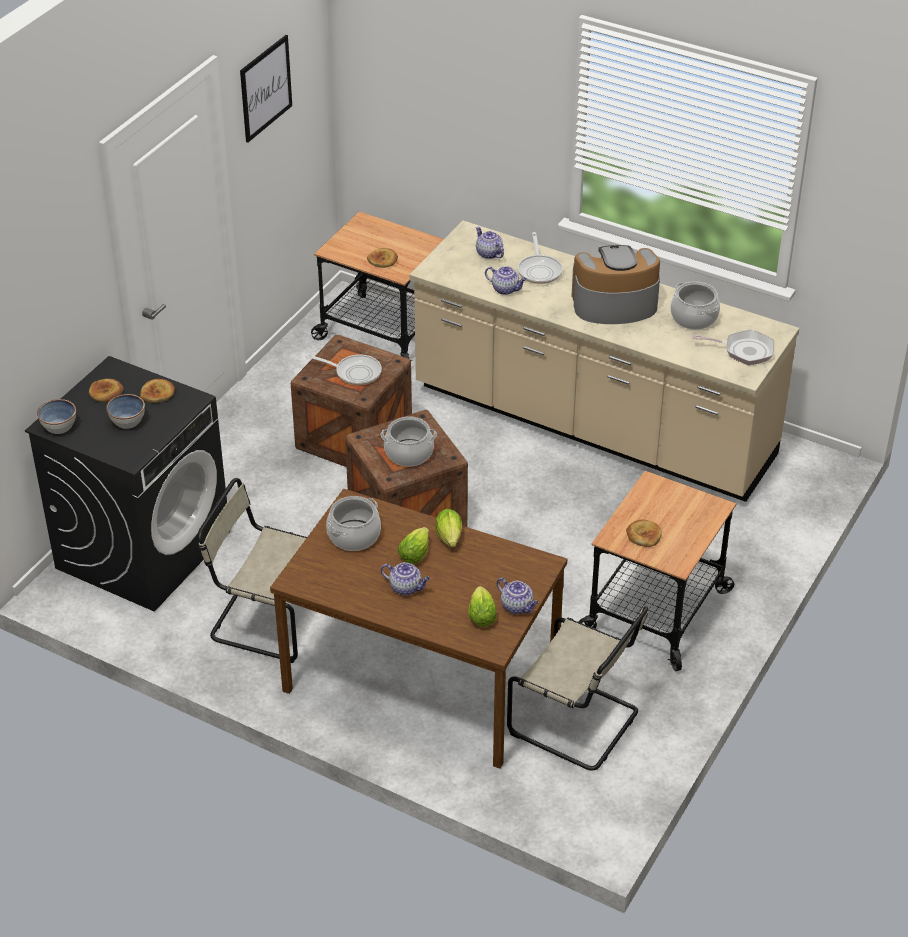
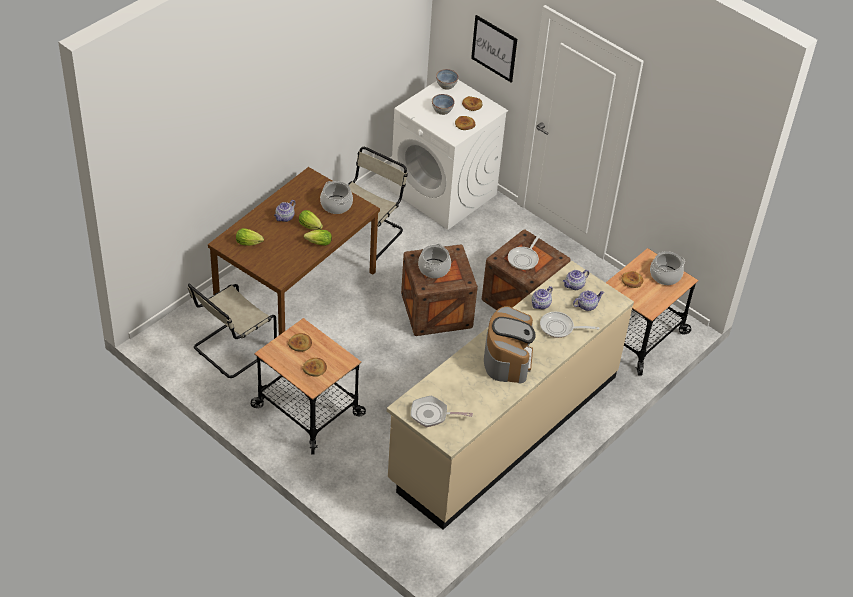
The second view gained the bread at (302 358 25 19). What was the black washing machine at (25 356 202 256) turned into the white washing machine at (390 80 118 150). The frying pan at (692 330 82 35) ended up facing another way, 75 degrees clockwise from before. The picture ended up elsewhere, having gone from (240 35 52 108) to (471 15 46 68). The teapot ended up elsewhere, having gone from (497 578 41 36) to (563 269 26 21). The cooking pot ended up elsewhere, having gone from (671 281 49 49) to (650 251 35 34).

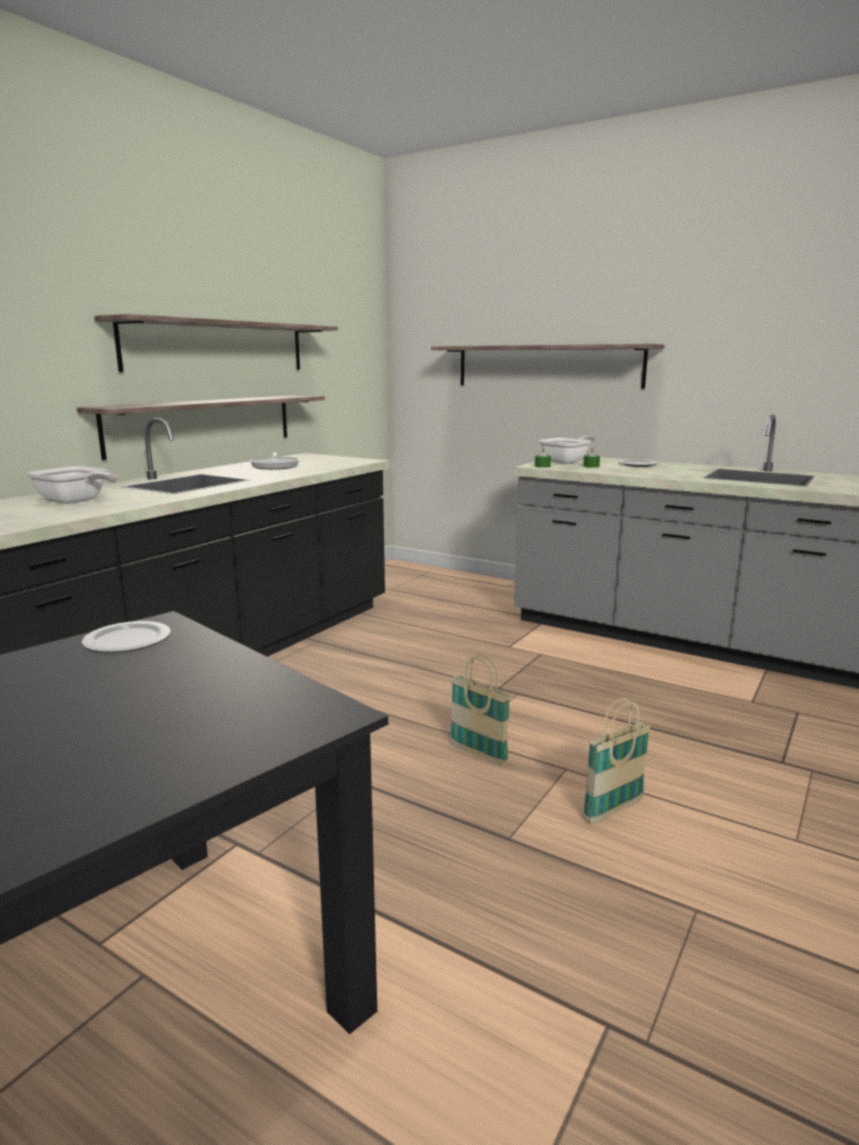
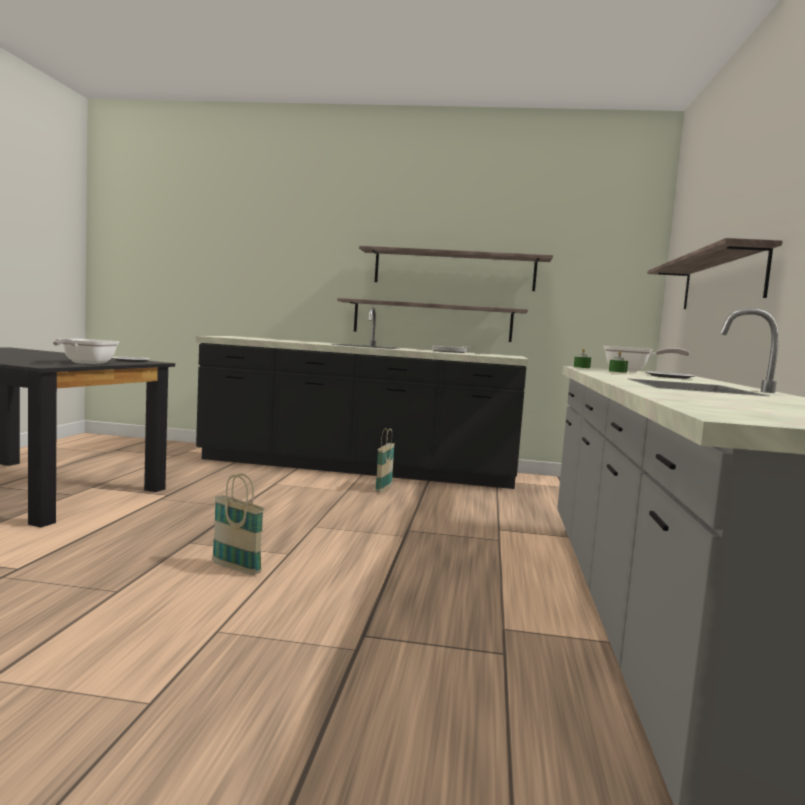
The frying pan ended up elsewhere, having gone from (27 466 90 38) to (52 338 67 26). The basket ended up elsewhere, having gone from (450 655 61 110) to (375 428 20 64).

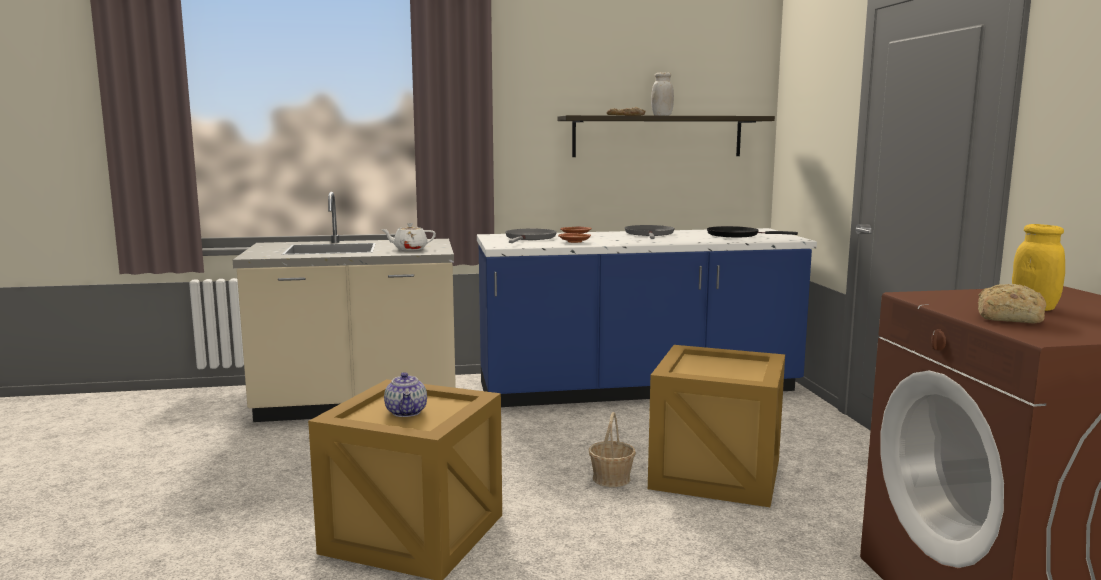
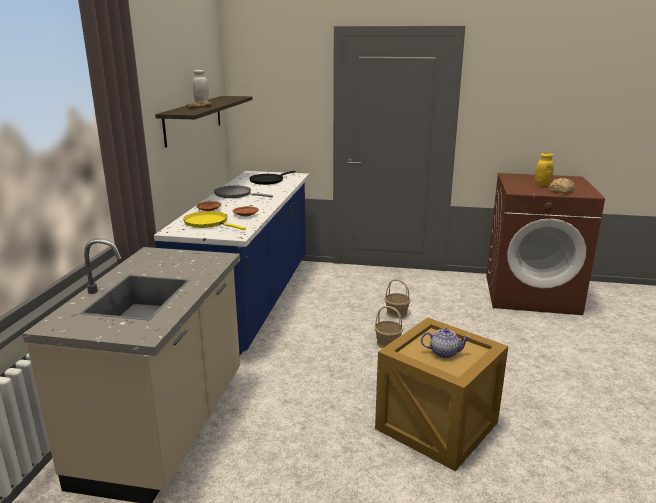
What was the grey frying pan at (505 229 52 14) turned into the yellow frying pan at (183 211 63 19). Where the crate stood at (648 345 137 162), the basket came to stand at (385 279 26 40). The second view lost the white teapot at (381 223 55 27).

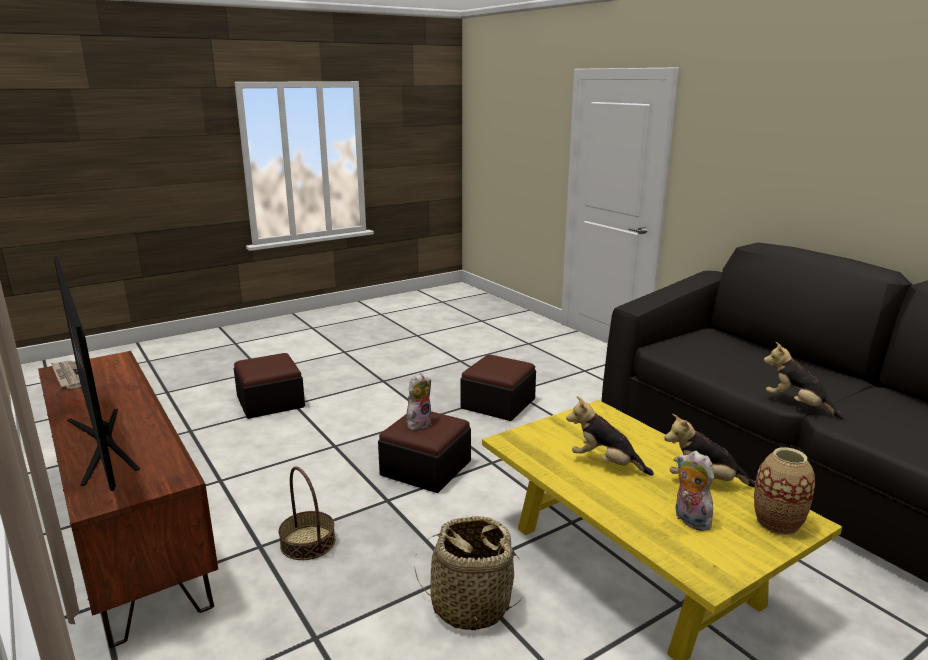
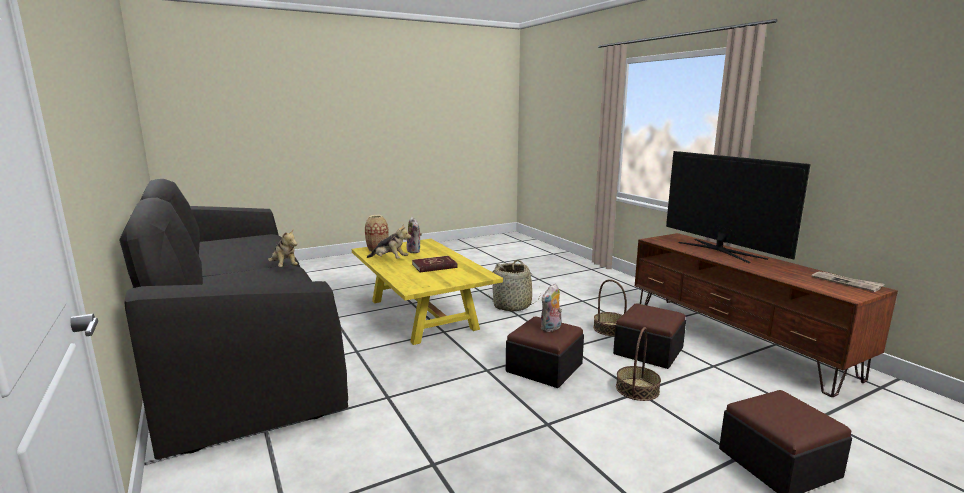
Where the plush toy stood at (566 396 88 80), the red book came to stand at (412 256 45 16). The ottoman ended up elsewhere, having gone from (460 354 76 67) to (613 303 73 66). The second view gained the basket at (616 327 45 74).

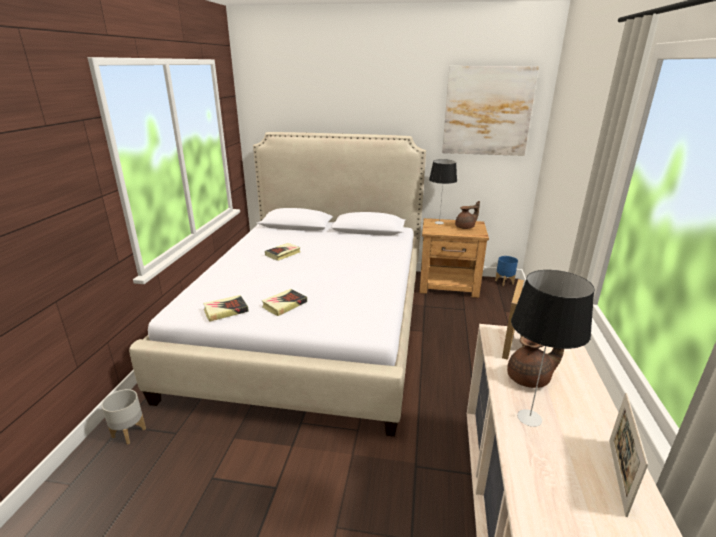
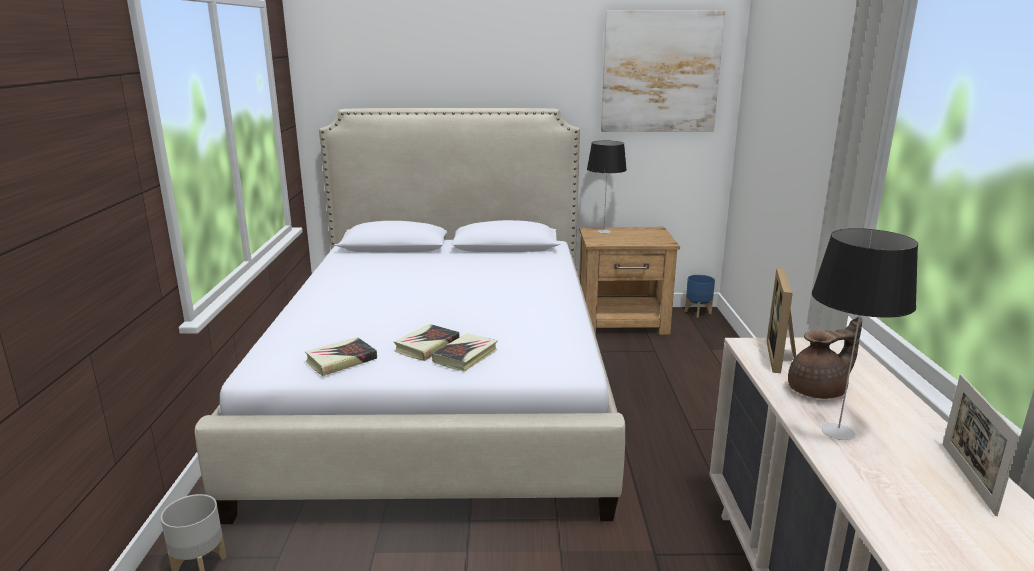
The book ended up elsewhere, having gone from (265 243 36 18) to (432 333 66 39). The second view lost the brown teapot at (455 201 25 28).

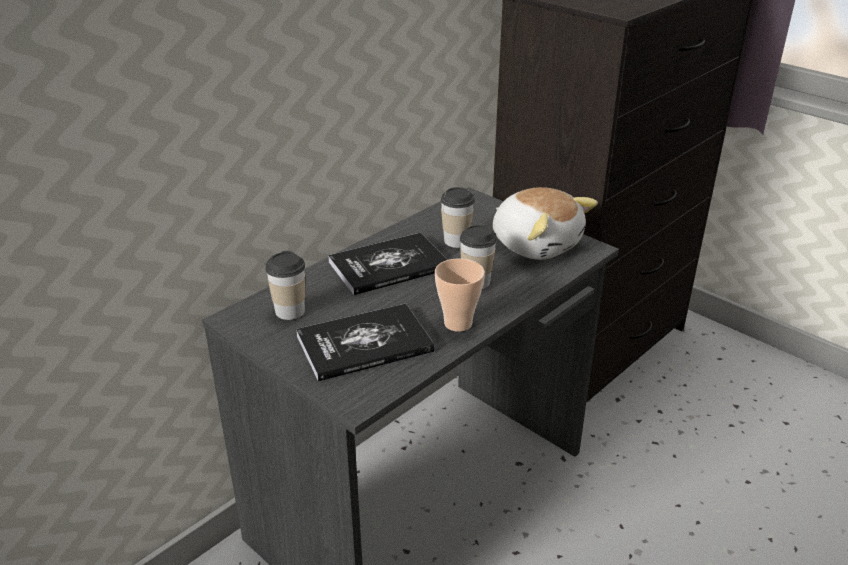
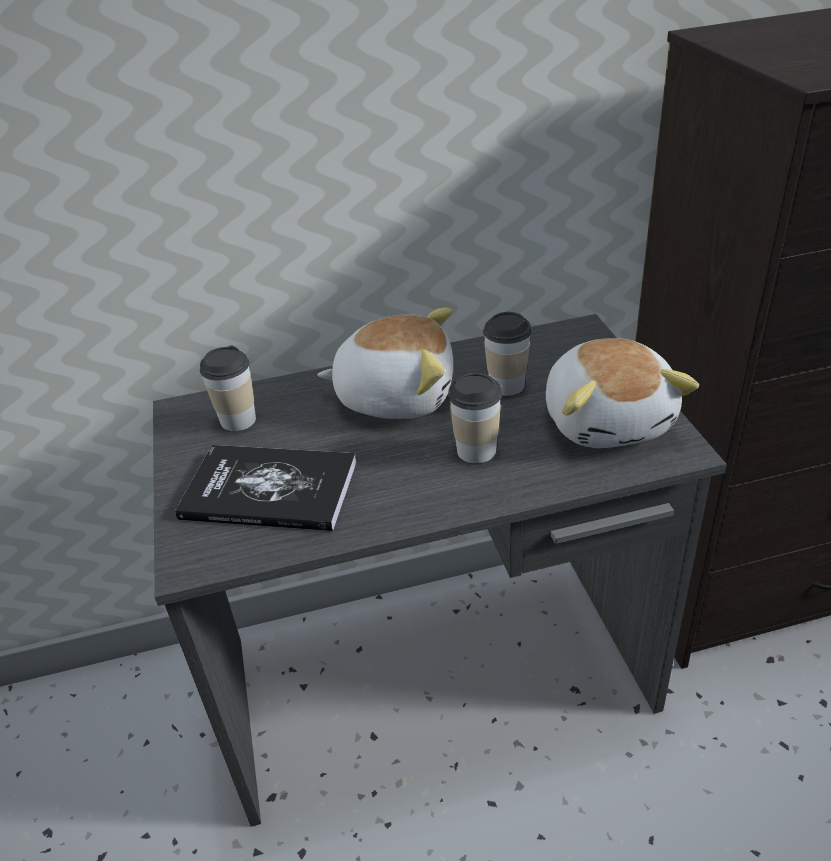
Where the book stood at (328 233 120 62), the plush toy came to stand at (317 308 136 111). The second view lost the cup at (435 258 50 74).

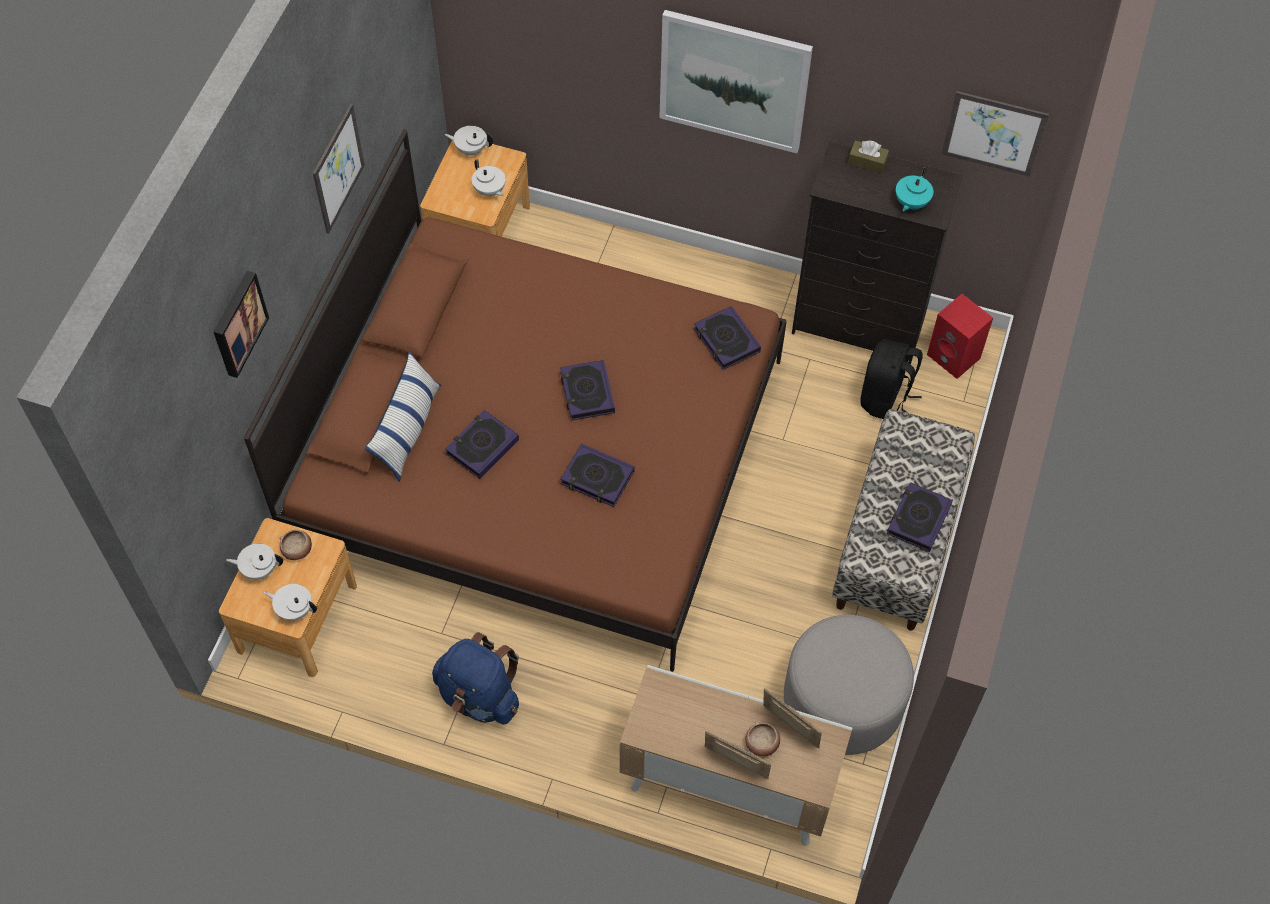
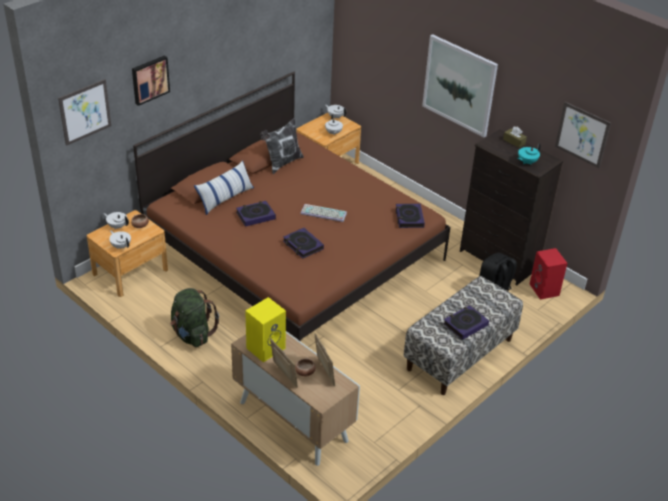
The picture ended up elsewhere, having gone from (313 104 52 130) to (58 79 53 67). What was the blue backpack at (432 632 87 92) turned into the green backpack at (170 288 49 59). The second view gained the yellow speaker at (245 297 41 65). The second view gained the pillow at (260 118 44 56). Where the book stood at (560 360 55 61), the keyboard came to stand at (301 204 46 18). The second view lost the grey ottoman at (784 615 130 140).

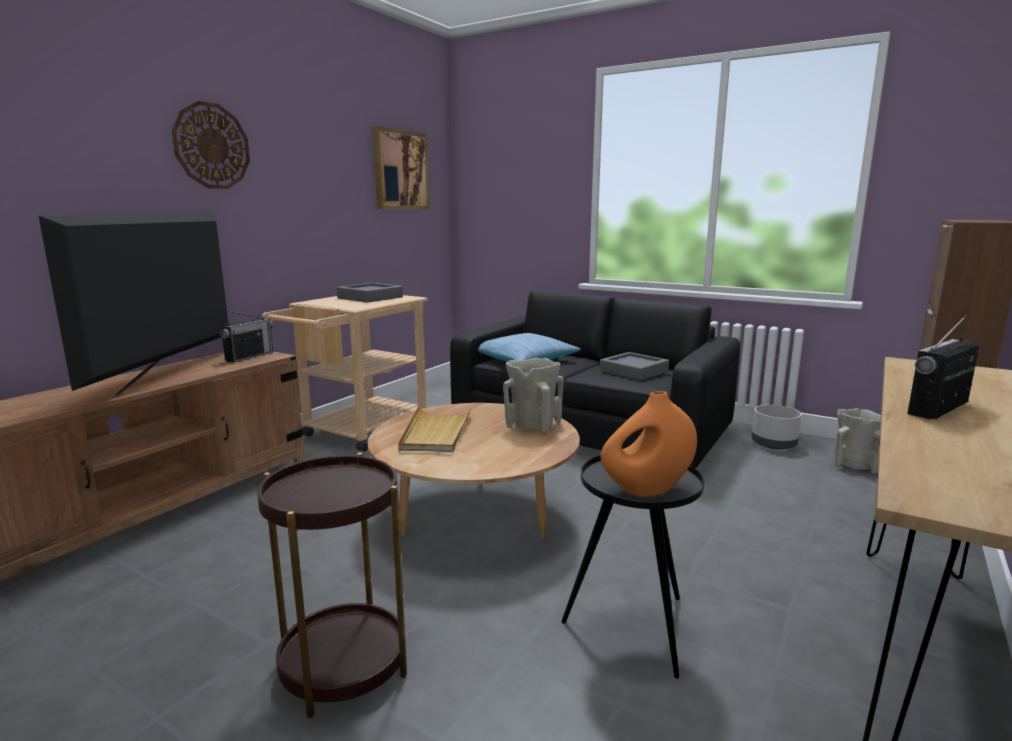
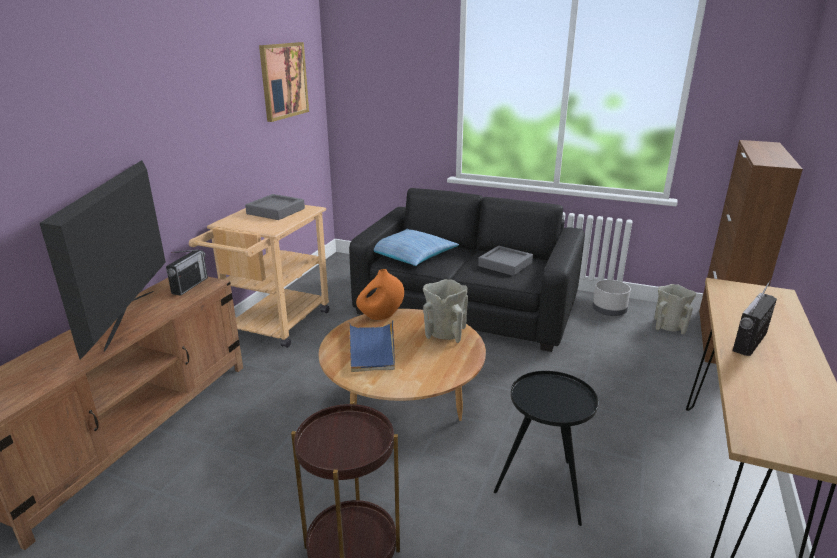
What was the beige tray at (398 406 74 46) turned into the blue tray at (349 321 46 51). The orange vase ended up elsewhere, having gone from (601 391 96 106) to (356 269 48 51). The second view lost the wall clock at (172 101 78 88).

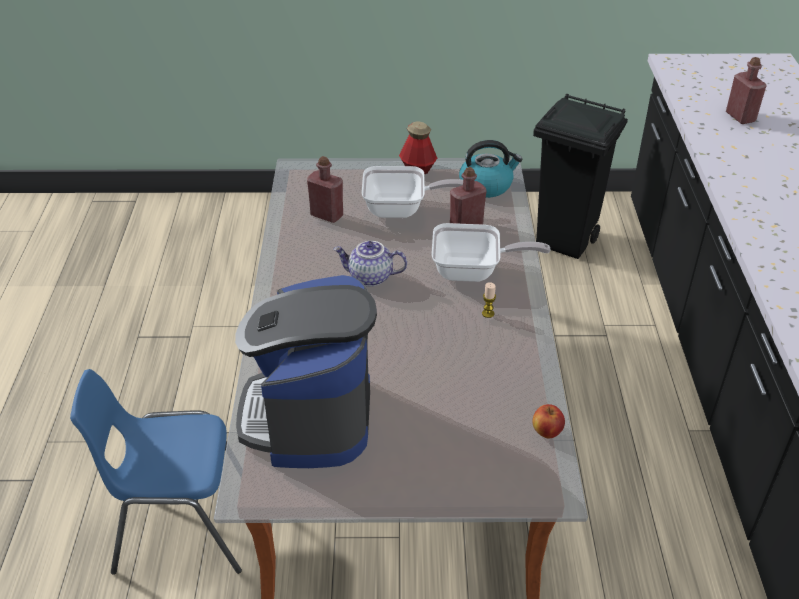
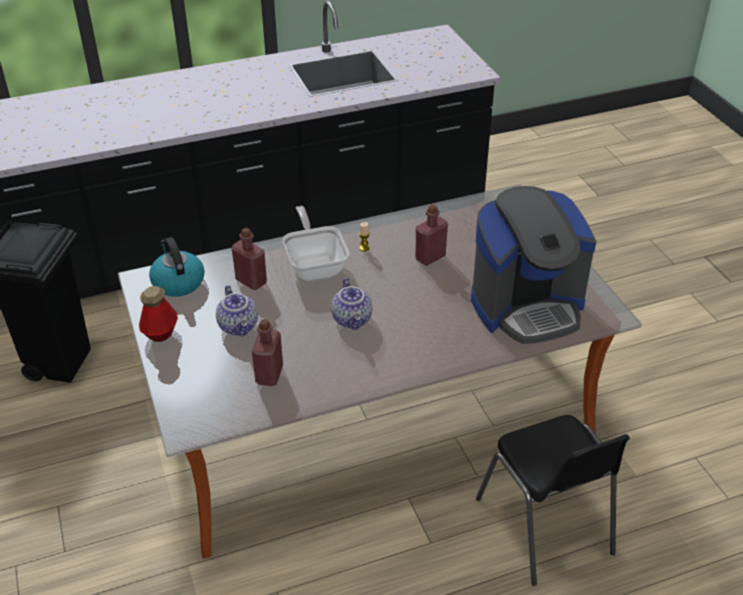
Where the frying pan stood at (362 166 101 52), the teapot came to stand at (216 285 42 51). The red bottle ended up elsewhere, having gone from (726 57 41 67) to (415 205 33 61). What was the blue chair at (70 369 172 206) turned into the black chair at (476 415 154 171). The second view lost the apple at (533 404 32 34).

